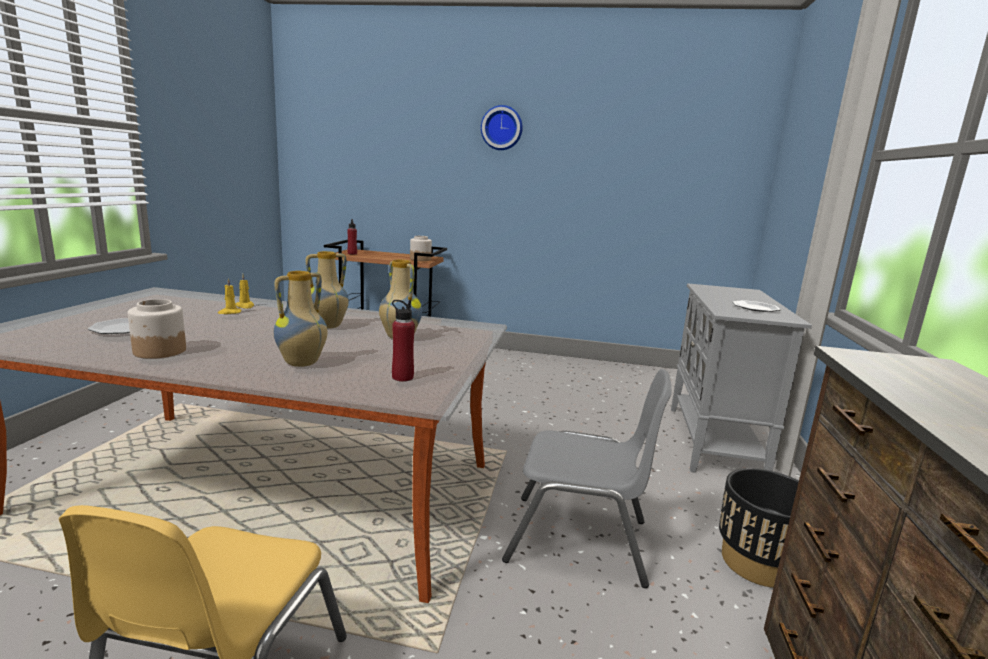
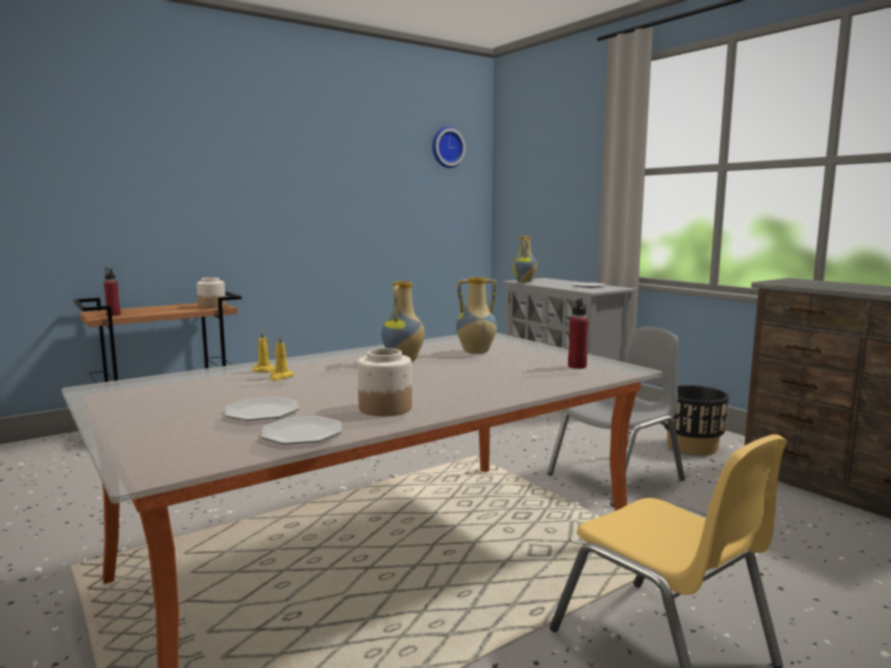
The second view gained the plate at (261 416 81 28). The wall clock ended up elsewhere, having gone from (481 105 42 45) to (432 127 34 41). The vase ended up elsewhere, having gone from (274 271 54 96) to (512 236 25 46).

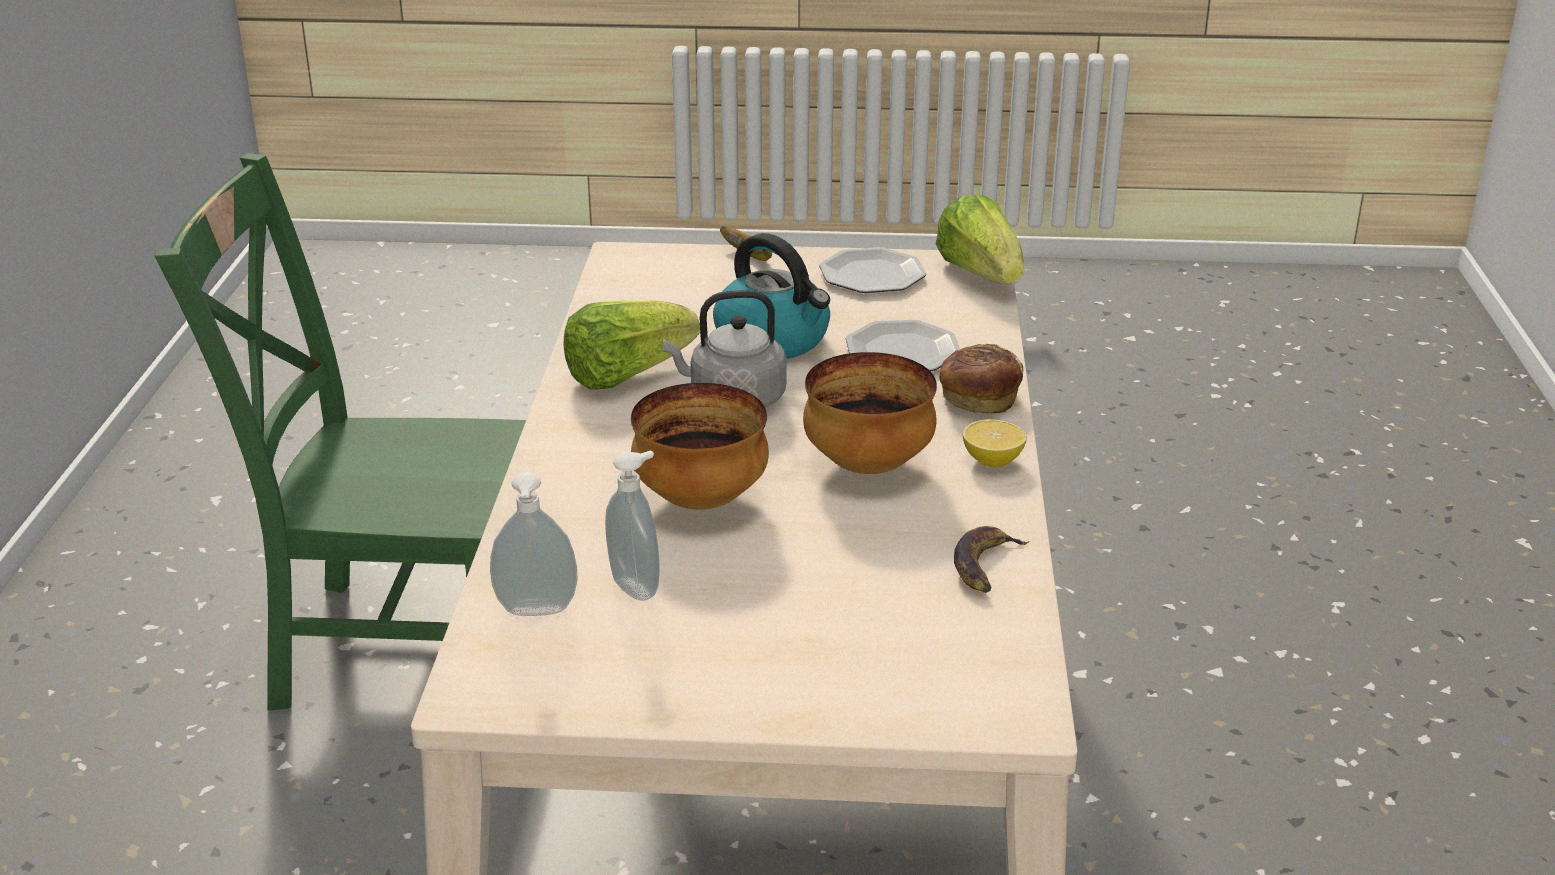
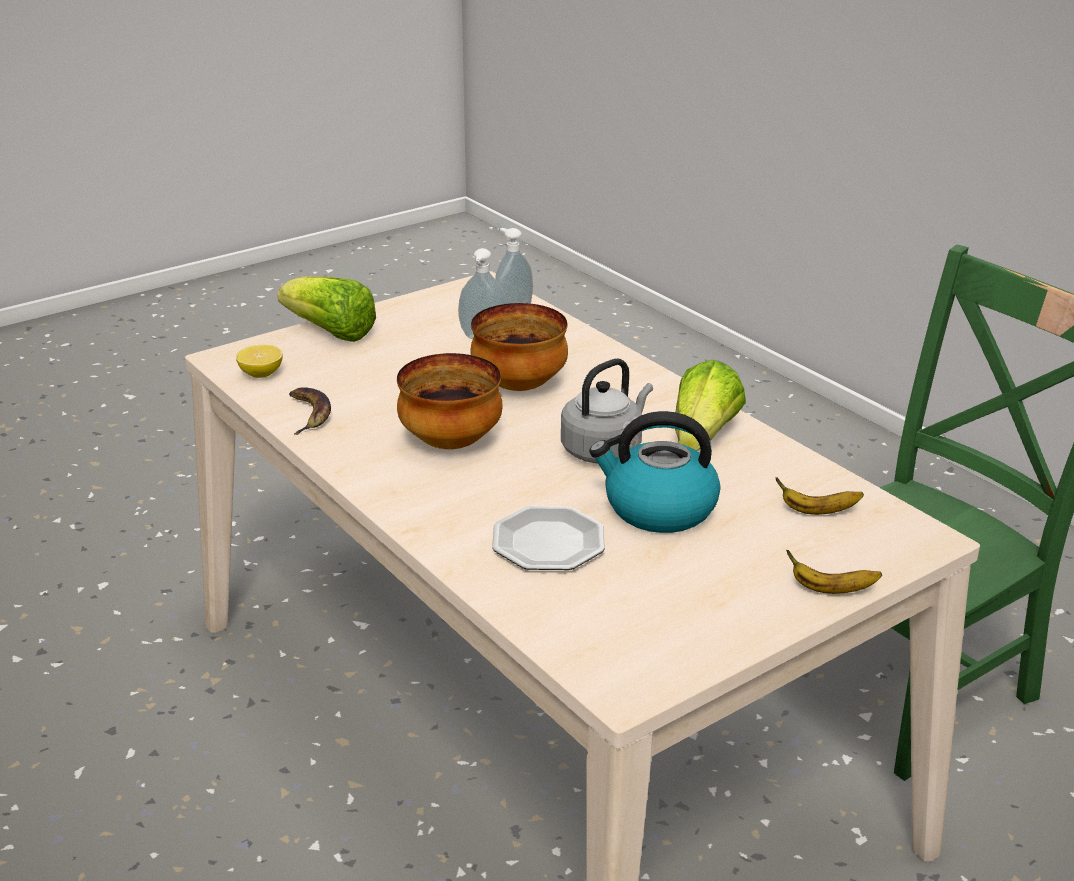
The lemon ended up elsewhere, having gone from (963 419 64 48) to (236 345 47 33). The lettuce ended up elsewhere, having gone from (936 195 88 89) to (278 276 98 66). The second view gained the banana at (775 477 89 38). The second view lost the plate at (819 247 107 46). The second view lost the bread at (939 344 84 69).

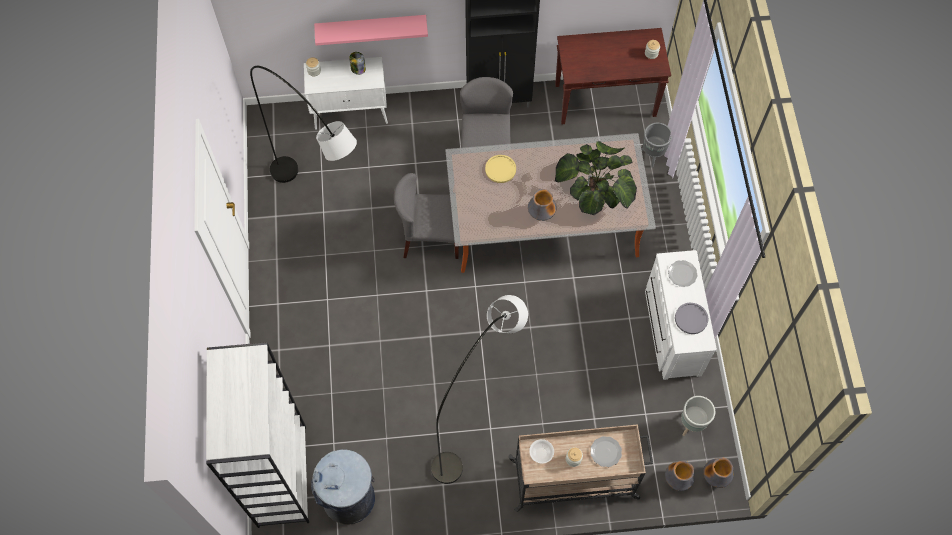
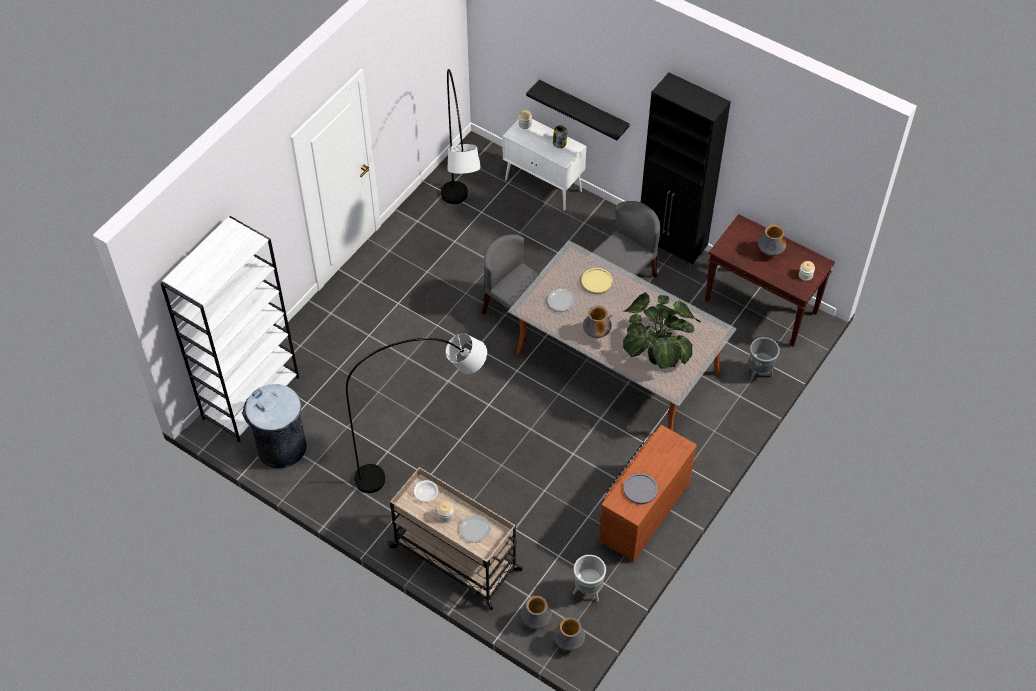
What was the pink shelf at (314 15 114 31) turned into the black shelf at (526 80 104 60). The plate ended up elsewhere, having gone from (668 260 30 27) to (547 289 28 22). What was the white dresser at (645 250 72 130) turned into the brown dresser at (599 425 98 138). The second view gained the vase at (758 224 28 32).

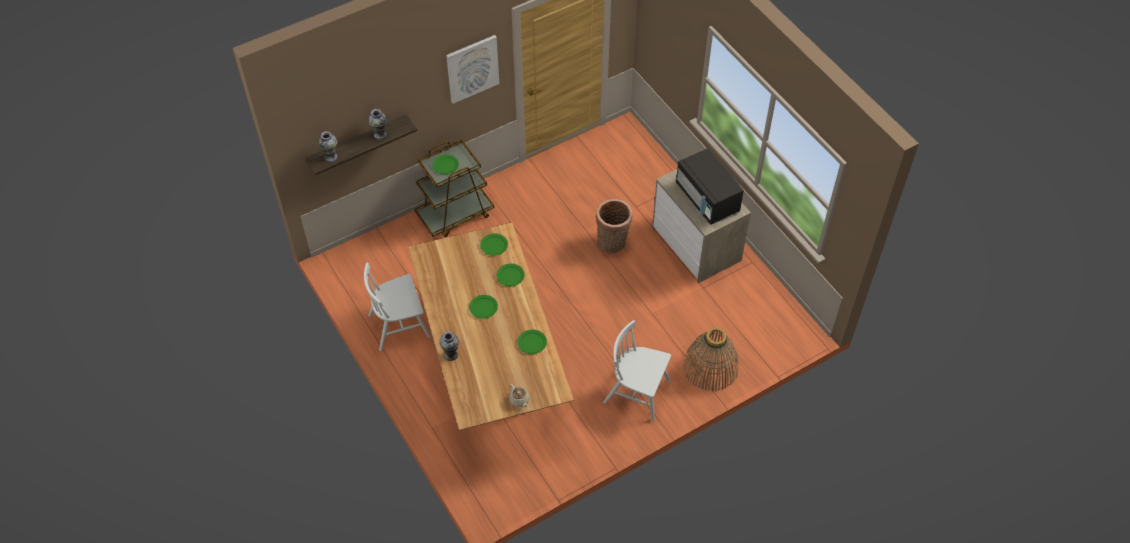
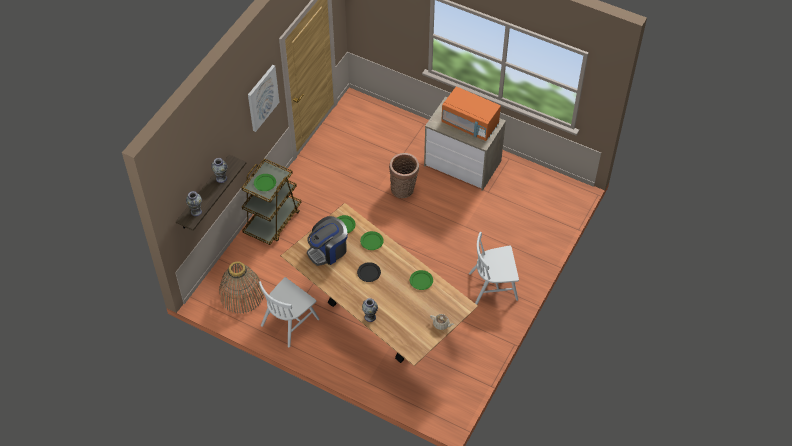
The basket ended up elsewhere, having gone from (683 327 56 65) to (219 261 45 53). The second view gained the coffee machine at (307 216 40 50). What was the green plate at (469 295 29 24) turned into the black plate at (357 262 24 20). What was the black microwave at (676 148 68 77) turned into the orange microwave at (441 86 60 55).

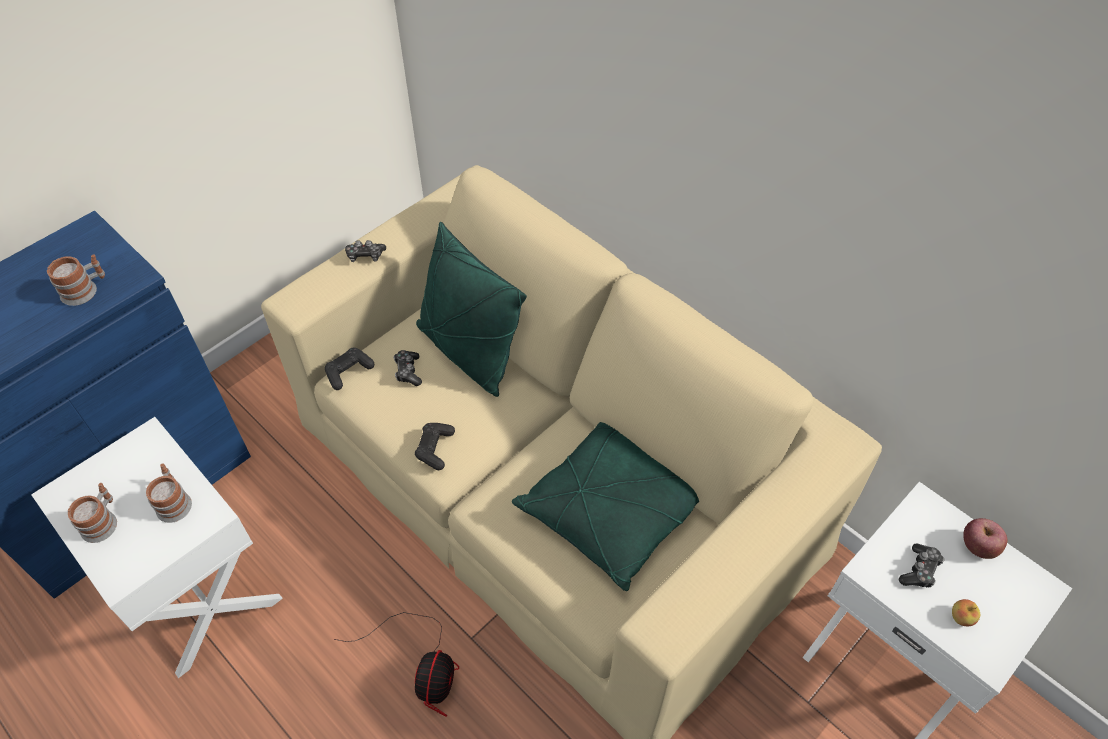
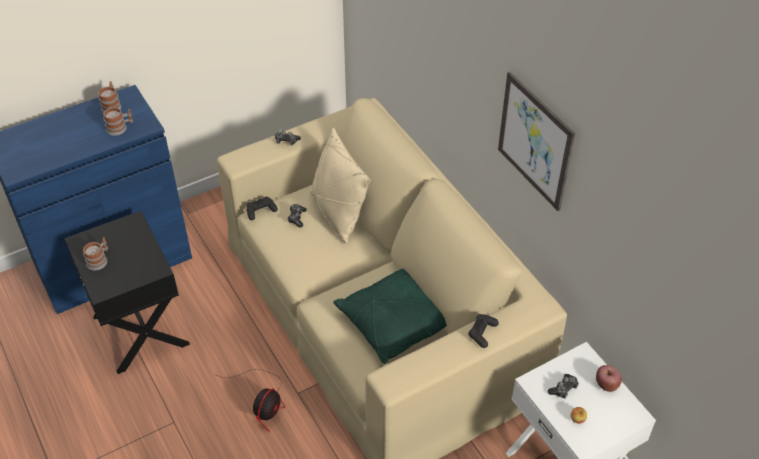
What was the white side table at (31 417 252 261) turned into the black side table at (64 211 126 163). The mug ended up elsewhere, having gone from (146 463 46 60) to (98 81 23 32). What was the green pillow at (416 222 111 175) turned into the beige pillow at (310 128 61 116). The black game controller ended up elsewhere, having gone from (415 423 40 47) to (469 314 30 34). The second view gained the picture at (498 72 77 139).

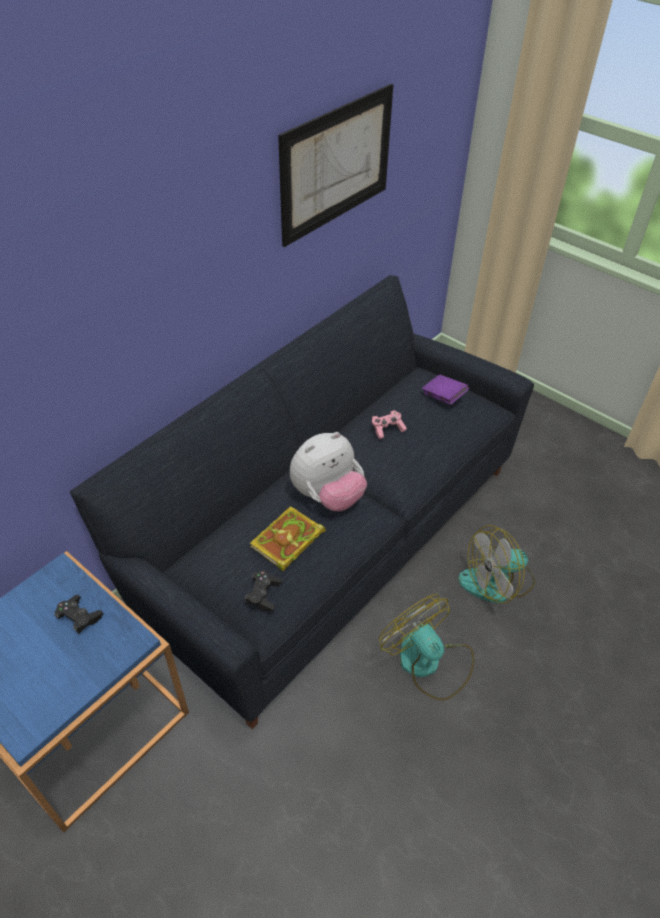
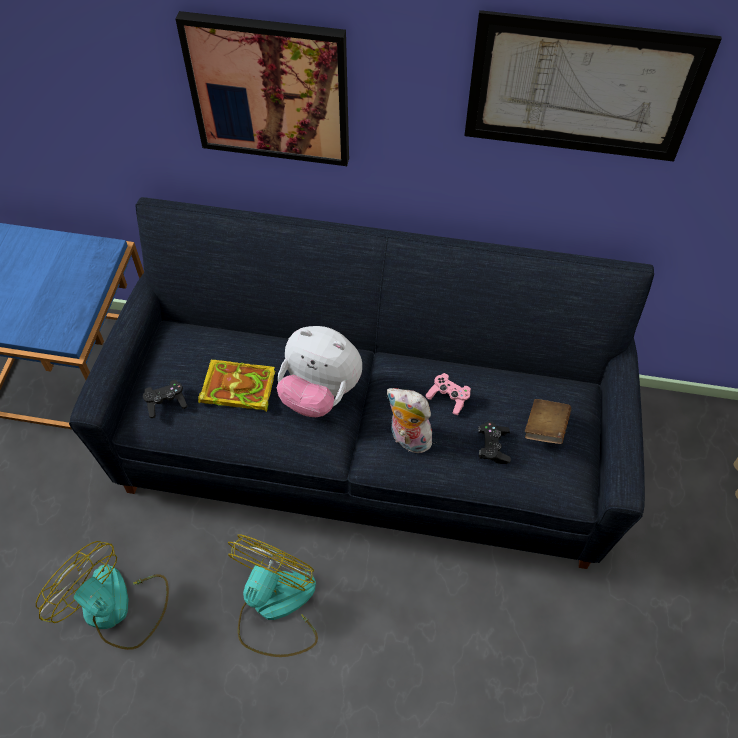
The fan ended up elsewhere, having gone from (458 525 77 78) to (36 541 133 109). The second view gained the picture at (176 11 173 155). The second view gained the plush toy at (387 388 45 66). The black game controller ended up elsewhere, having gone from (54 594 49 40) to (478 422 33 42). What was the purple book at (422 375 47 30) turned into the brown book at (525 399 46 45).

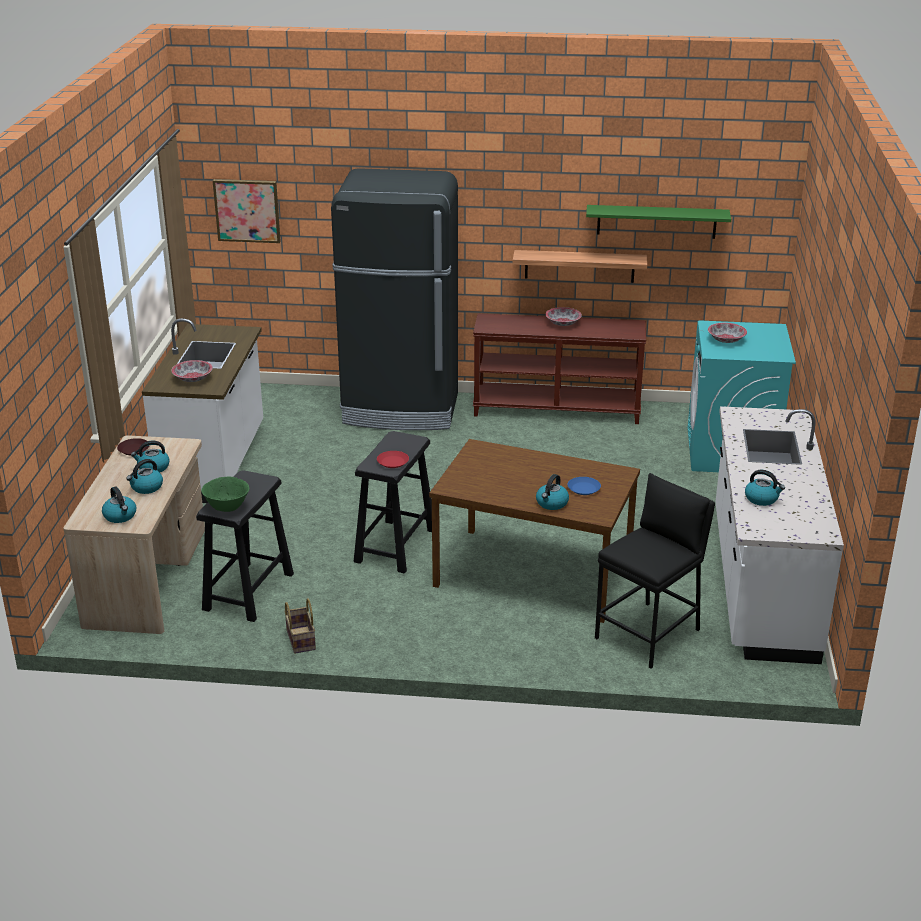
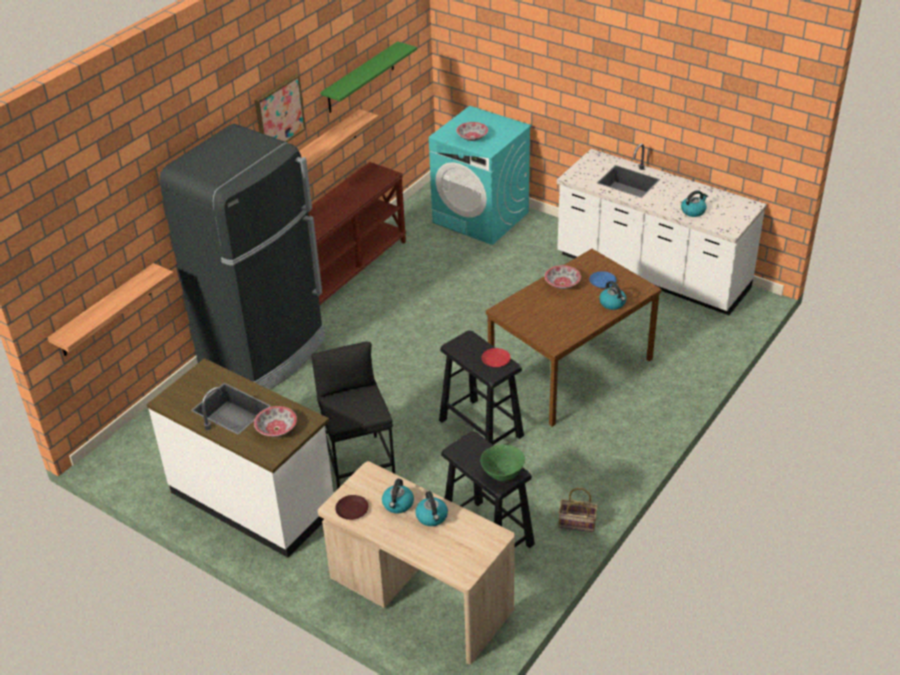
The second view gained the shelf at (47 263 127 93). The picture ended up elsewhere, having gone from (213 179 68 64) to (255 74 51 68). The black stool ended up elsewhere, having gone from (595 473 120 196) to (311 342 84 148). The bowl ended up elsewhere, having gone from (545 307 37 19) to (545 265 36 24). The second view lost the kettle at (102 486 34 37).

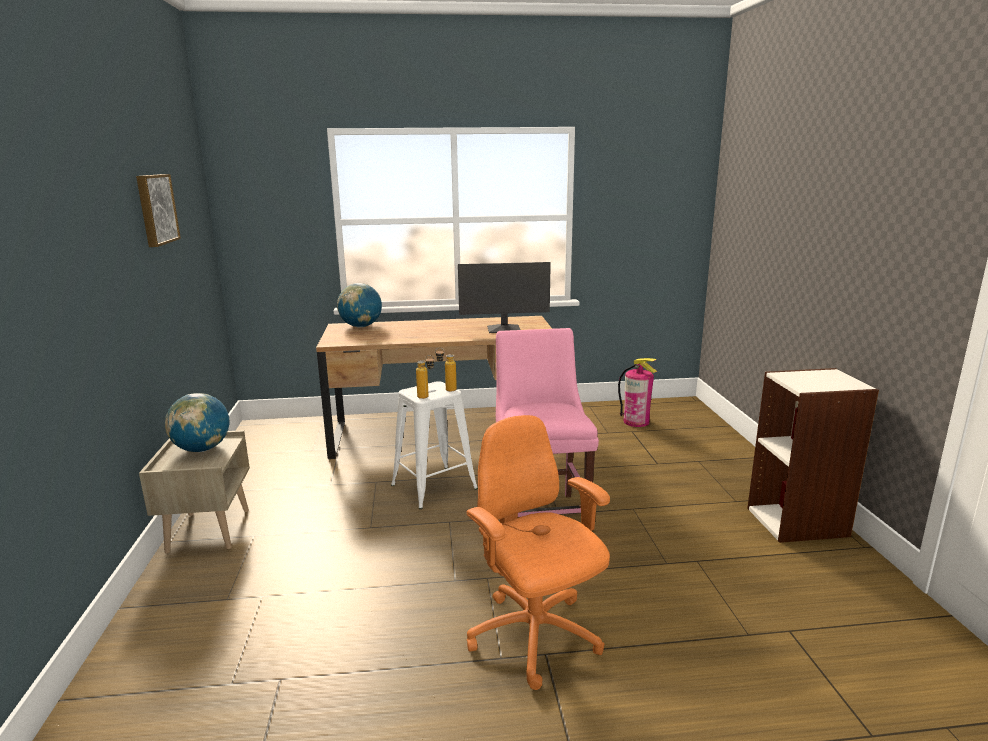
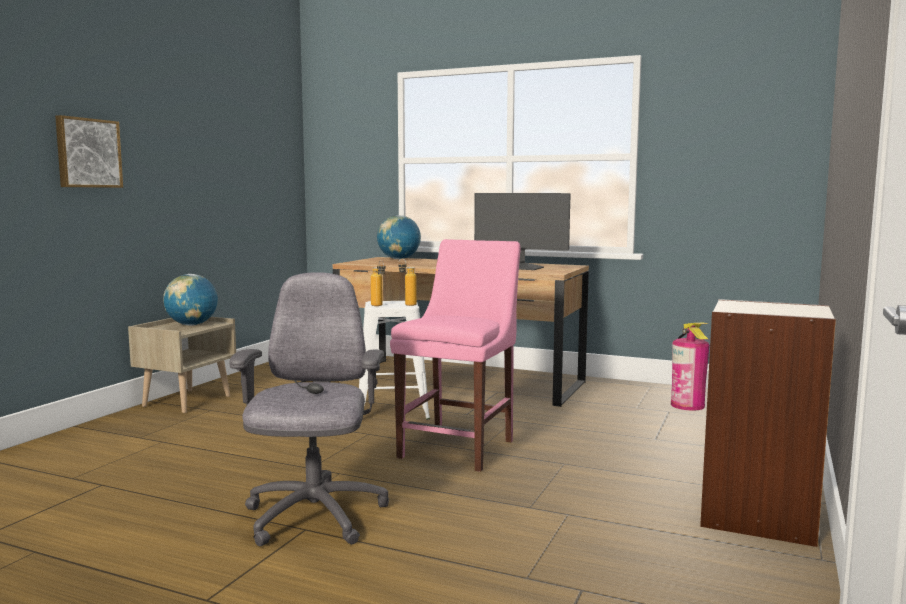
The picture ended up elsewhere, having gone from (136 174 45 73) to (55 115 68 73). What was the orange office chair at (467 415 143 275) turned into the grey office chair at (229 272 160 274).

